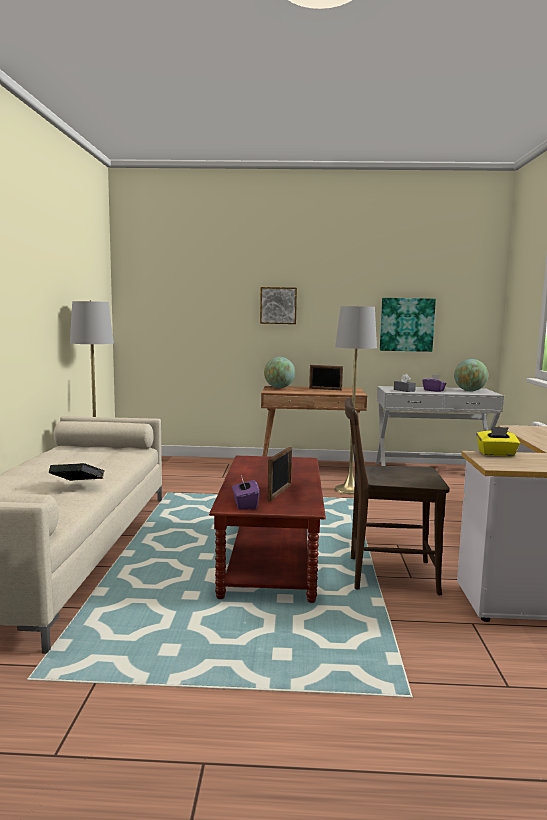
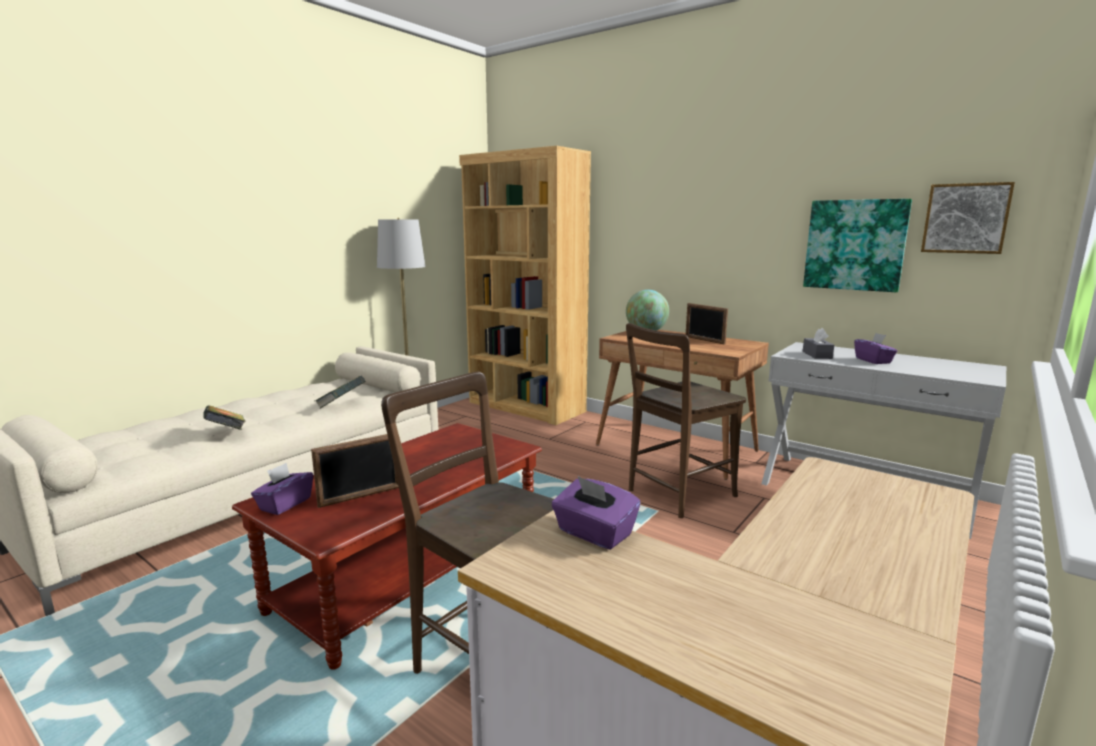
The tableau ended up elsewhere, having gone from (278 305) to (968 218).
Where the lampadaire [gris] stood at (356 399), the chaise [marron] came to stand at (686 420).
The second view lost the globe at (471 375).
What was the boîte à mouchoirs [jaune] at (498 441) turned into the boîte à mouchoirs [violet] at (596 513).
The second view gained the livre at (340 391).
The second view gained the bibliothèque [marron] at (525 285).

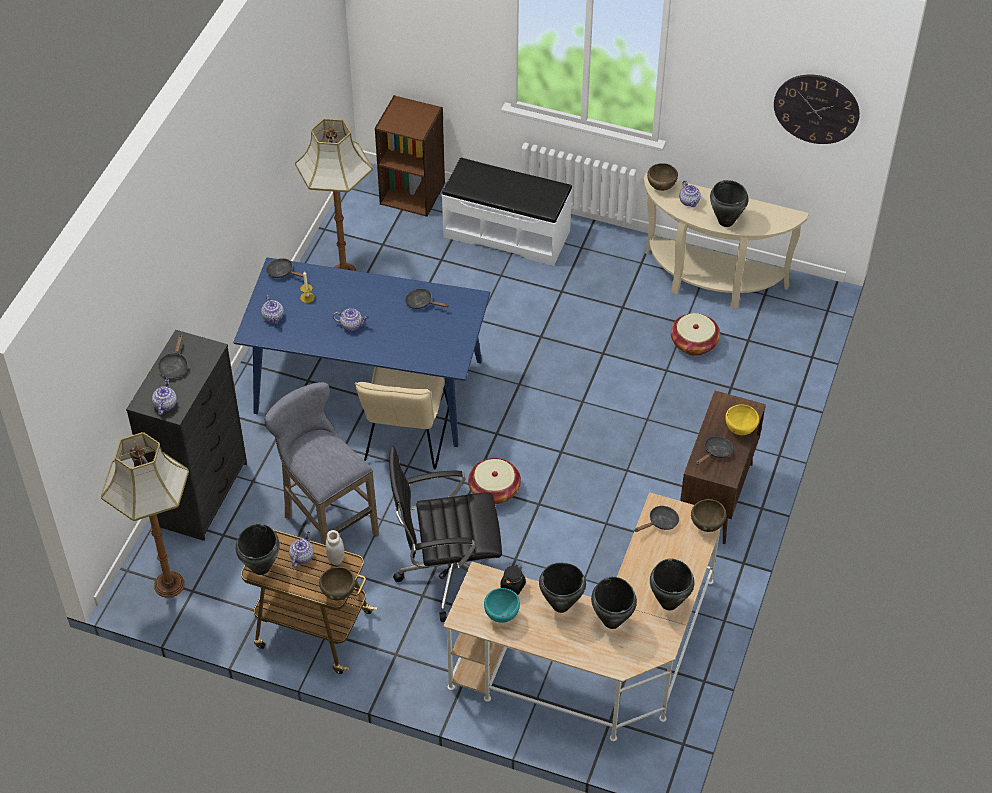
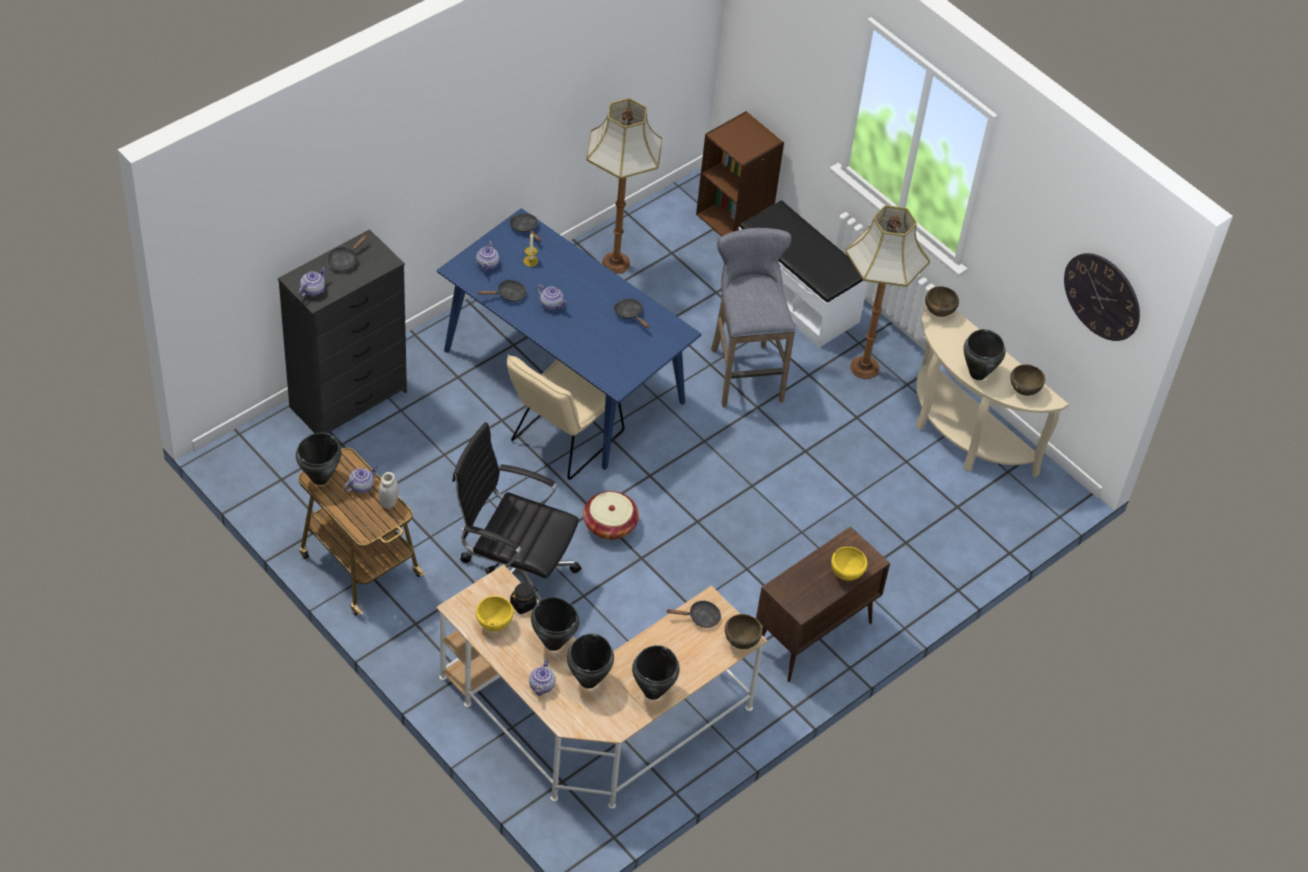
The lampadaire ended up elsewhere, having gone from (145 515) to (887 292).
The tabouret [gris] ended up elsewhere, having gone from (322 469) to (753 317).
The bol [marron] ended up elsewhere, having gone from (337 583) to (1027 380).
What was the bol [turquoise] at (502 605) turned into the bol [jaune] at (495 613).
The second view lost the panier at (695 334).
The théière ended up elsewhere, having gone from (690 193) to (542 677).
The poêle [noir] ended up elsewhere, having gone from (714 450) to (502 291).

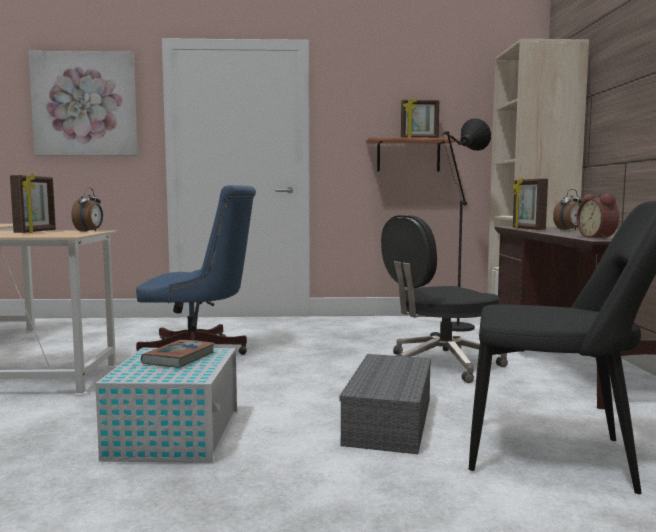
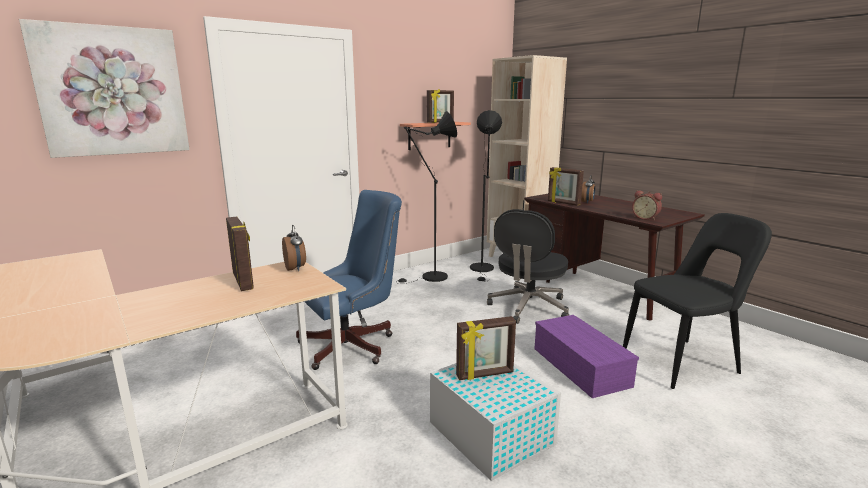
Where the livre stood at (178 354), the cadre photo came to stand at (486 348).
What was the boîte de rangement [gris] at (385 404) turned into the boîte de rangement [violet] at (587 356).
The second view gained the lampadaire [noir] at (427 197).

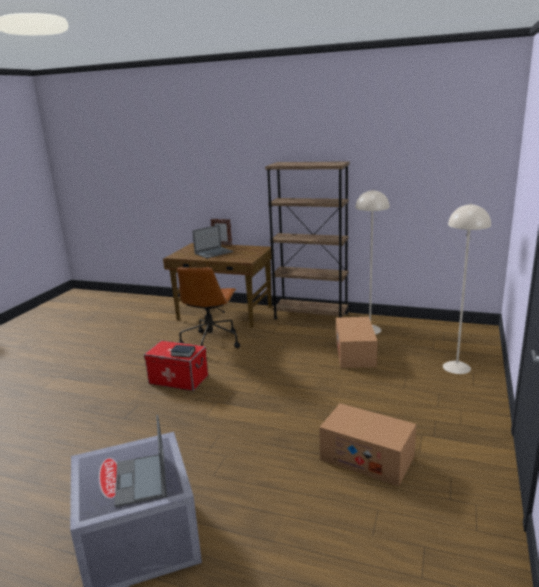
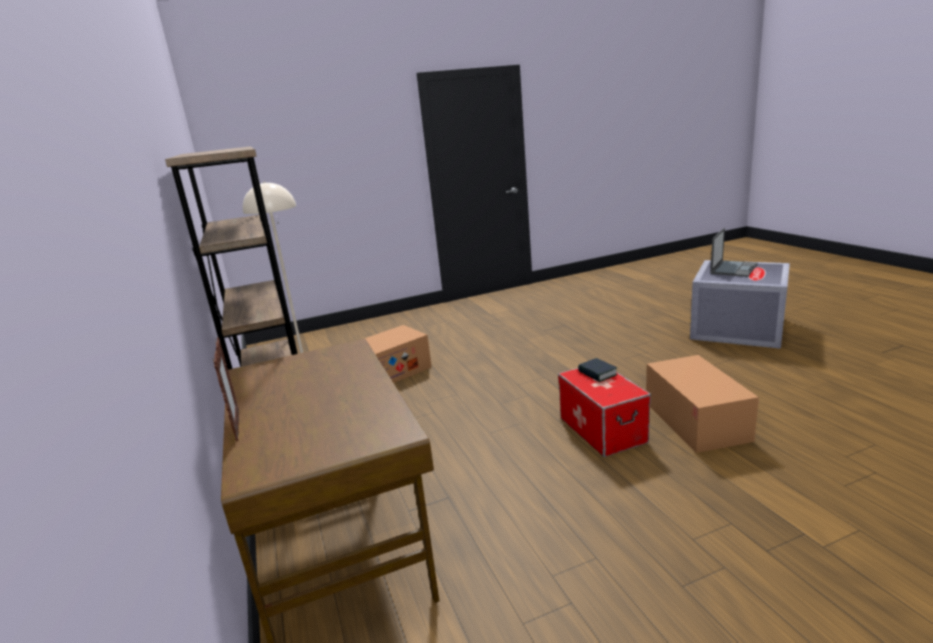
The second view lost the chaise de bureau [marron] at (208 307).
The second view lost the ordinateur portable at (212 242).
The carton ended up elsewhere, having gone from (367 444) to (702 404).
The second view lost the lampadaire [beige] at (467 289).

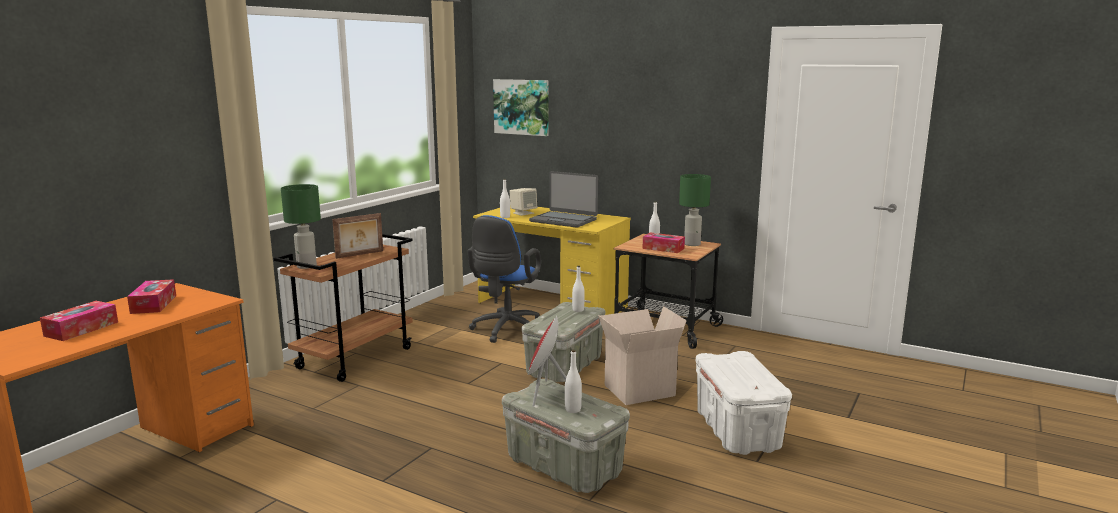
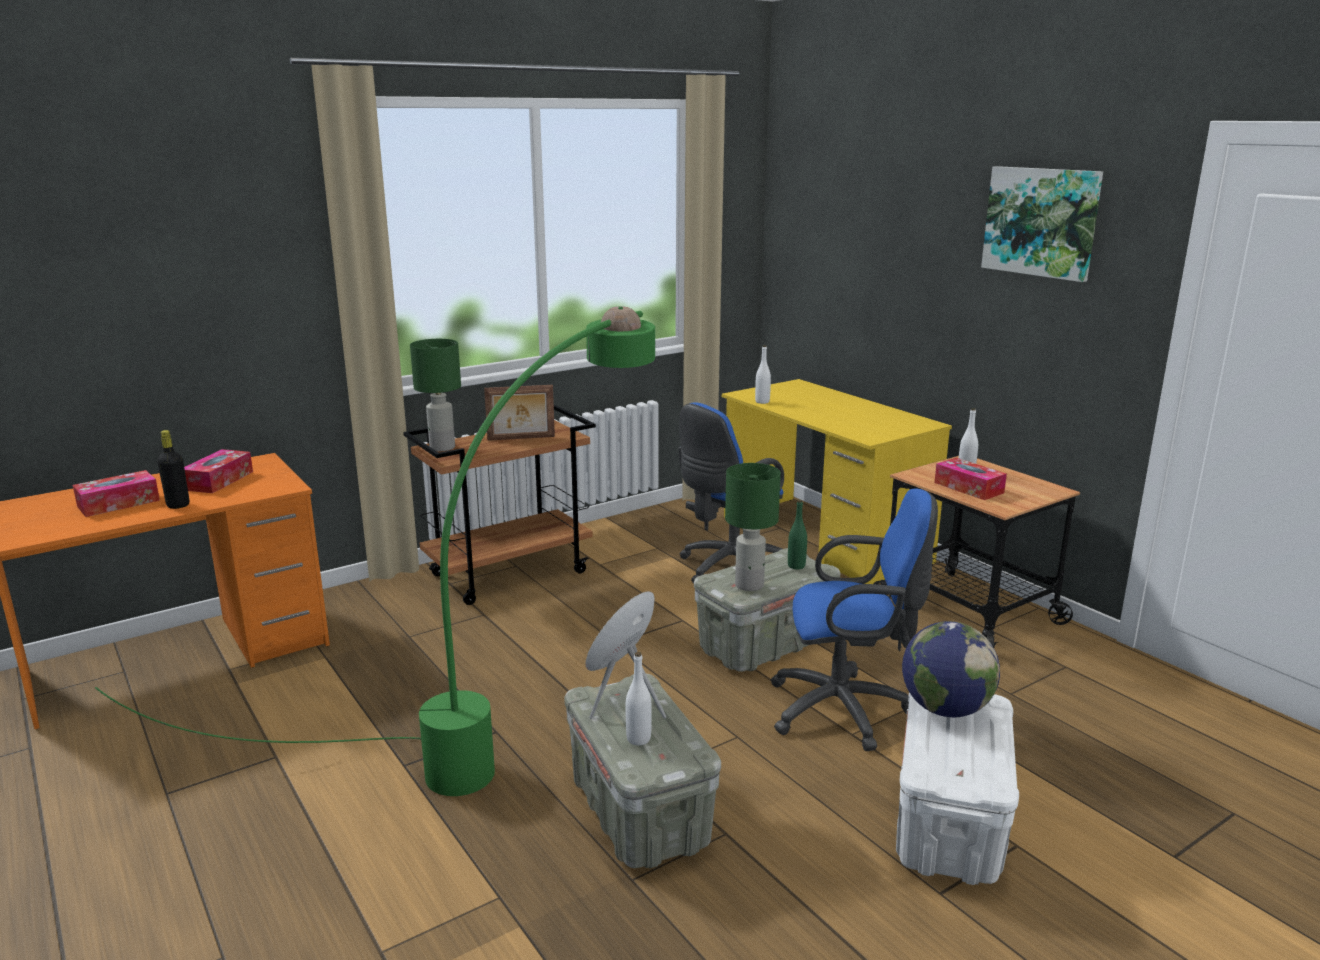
The tableau ended up elsewhere, having gone from (521 107) to (1042 224).
The second view lost the enceinte [beige] at (523 202).
The second view lost the ordinateur portable at (563 199).
What was the bouteille [blanc] at (578 289) turned into the bouteille [vert] at (797 534).
Where the carton stood at (642 355), the chaise de bureau [bleu] came to stand at (854 620).
The lampe de table [vert] ended up elsewhere, having gone from (695 210) to (753 527).
The second view gained the lampadaire [vert] at (375 551).
The second view gained the bouteille [noir] at (173 469).
The second view gained the globe at (951 669).

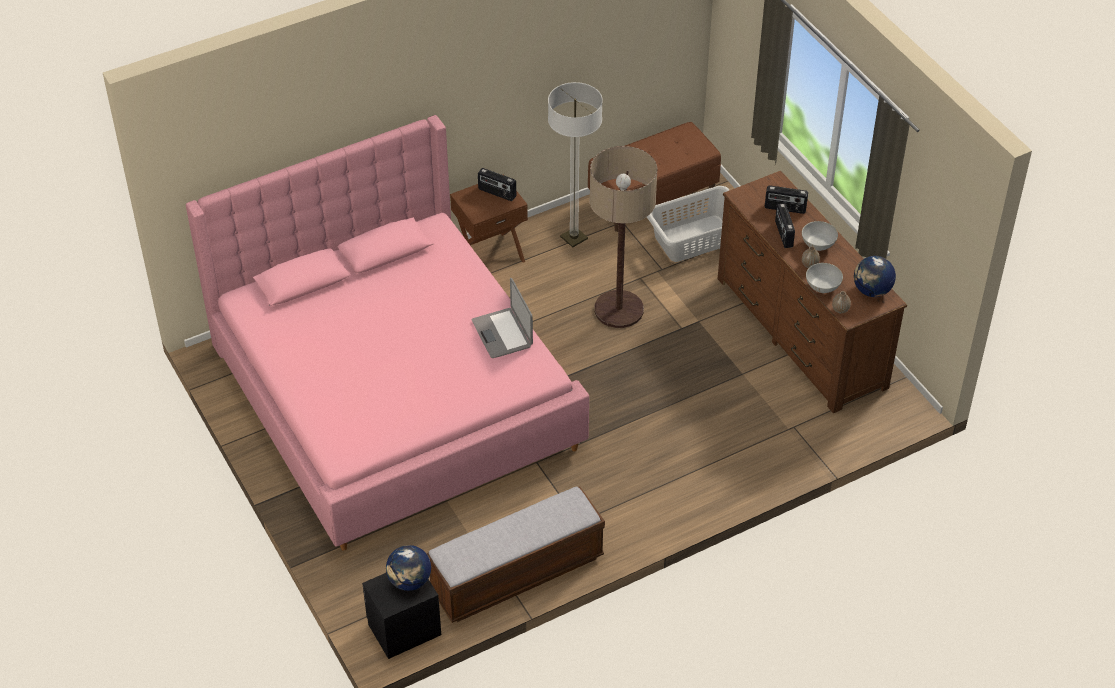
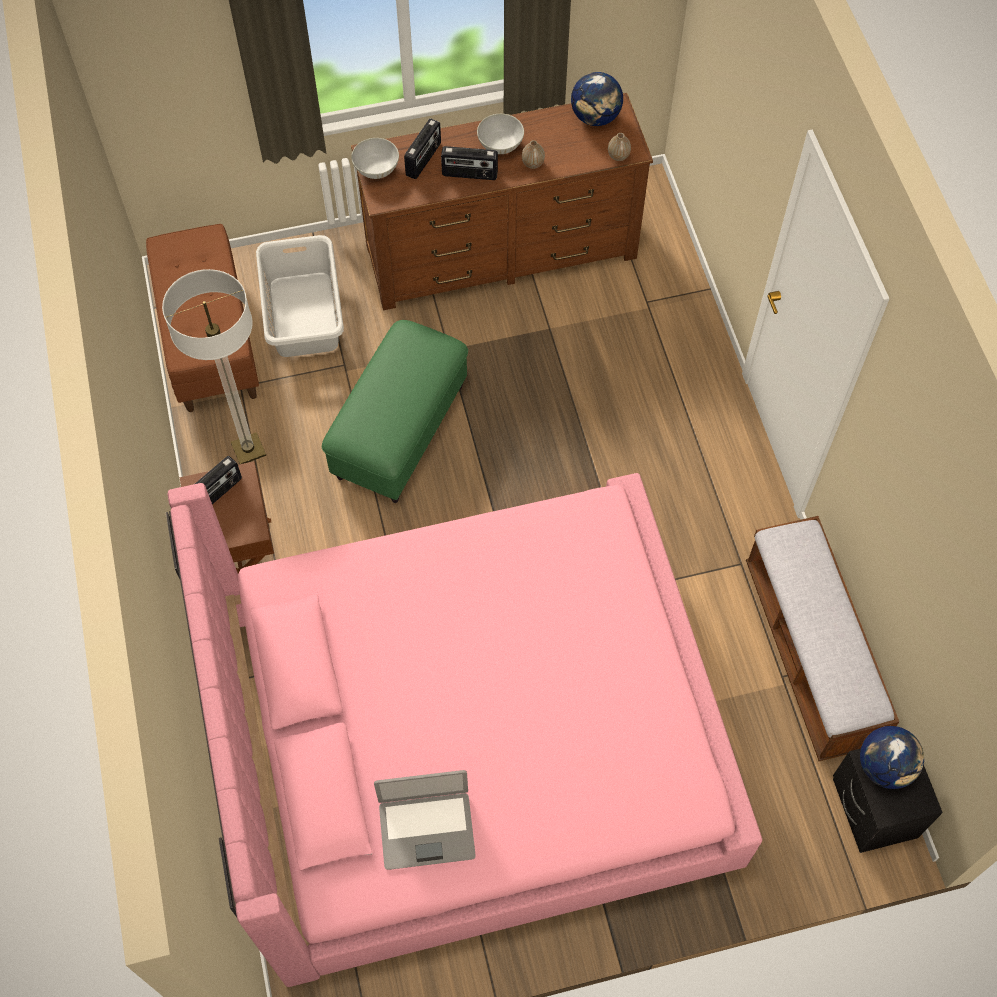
The ordinateur portable ended up elsewhere, having gone from (502 318) to (425 820).
Where the lampadaire stood at (624 237), the pouf [vert] came to stand at (395 411).
The bol [blanc] ended up elsewhere, having gone from (824 278) to (375 158).

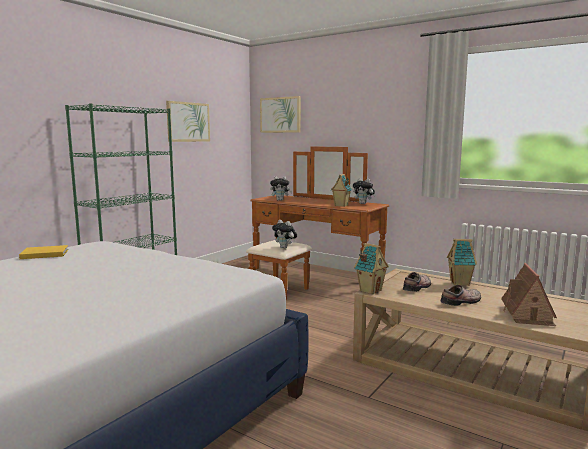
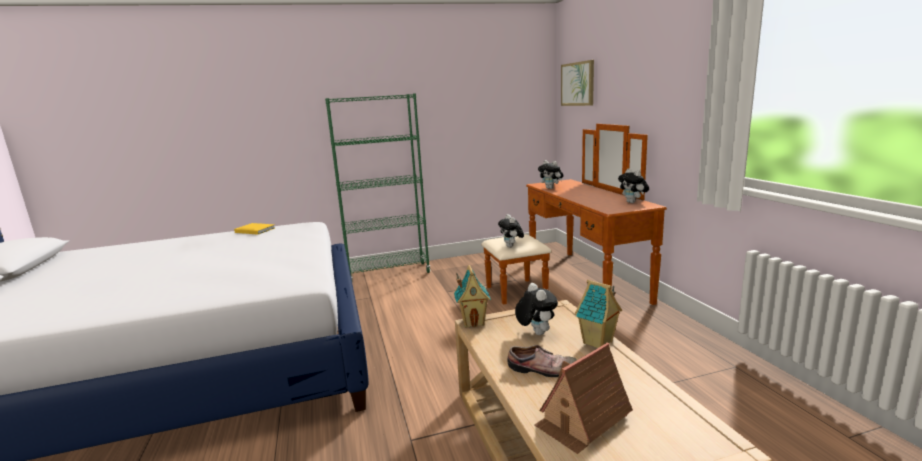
The second view lost the tableau at (188 121).
The second view lost the maison miniature at (341 190).
Where the chaussure stood at (417 282), the peluche came to stand at (536 309).

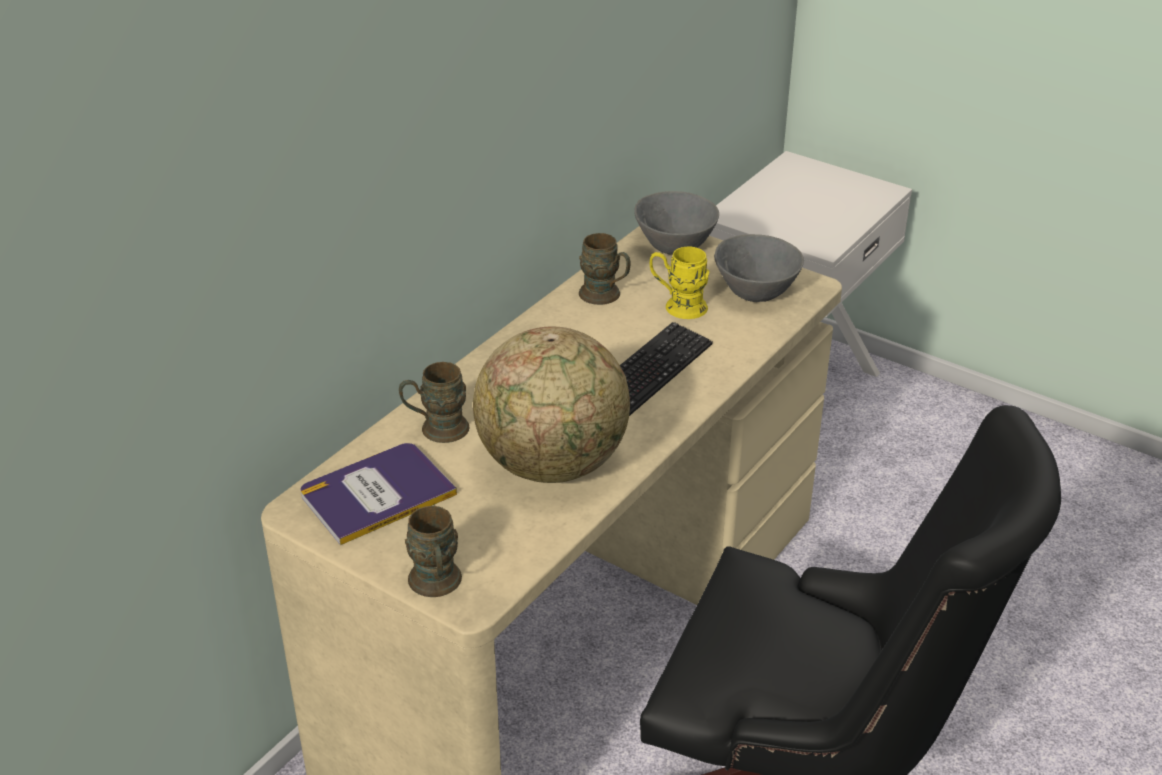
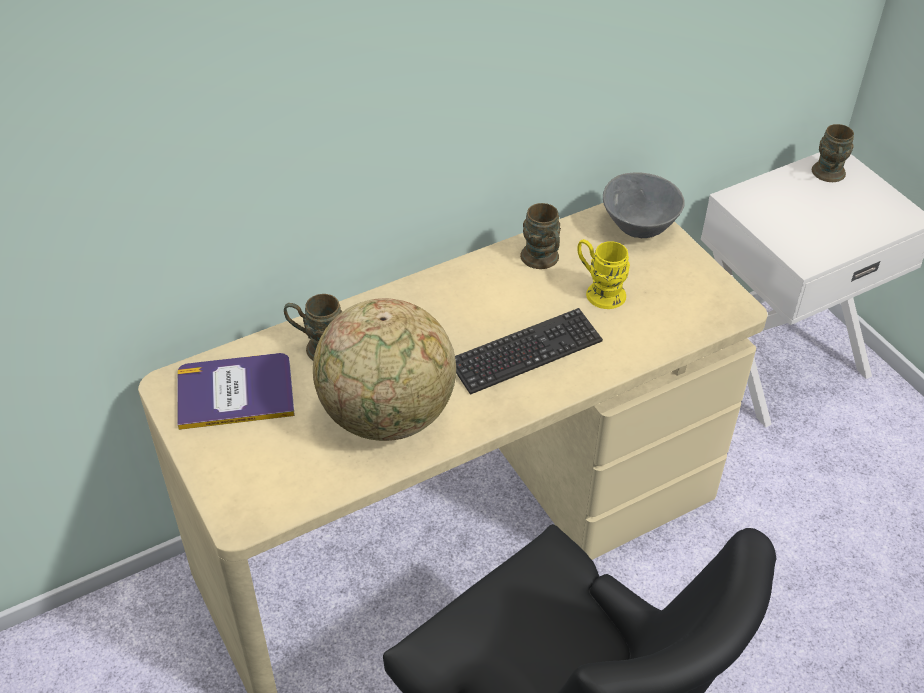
The mug [marron] ended up elsewhere, having gone from (433 551) to (833 153).
The second view lost the bol [gris] at (759 268).

